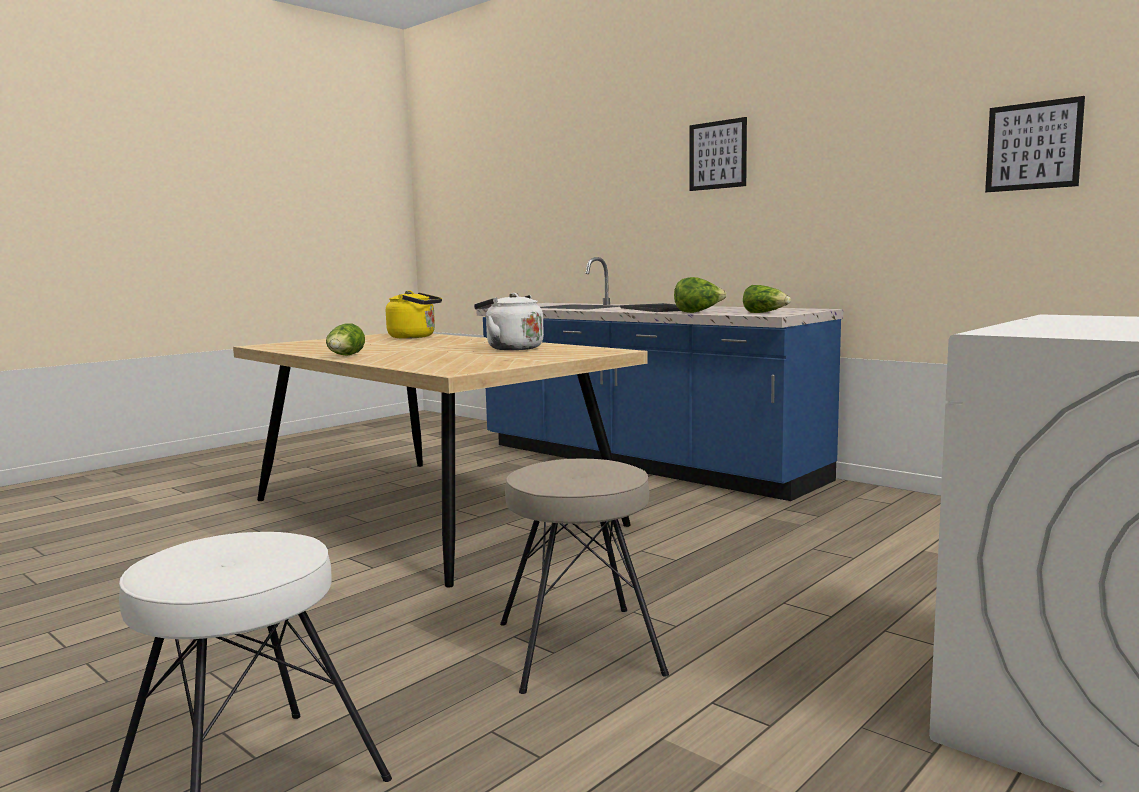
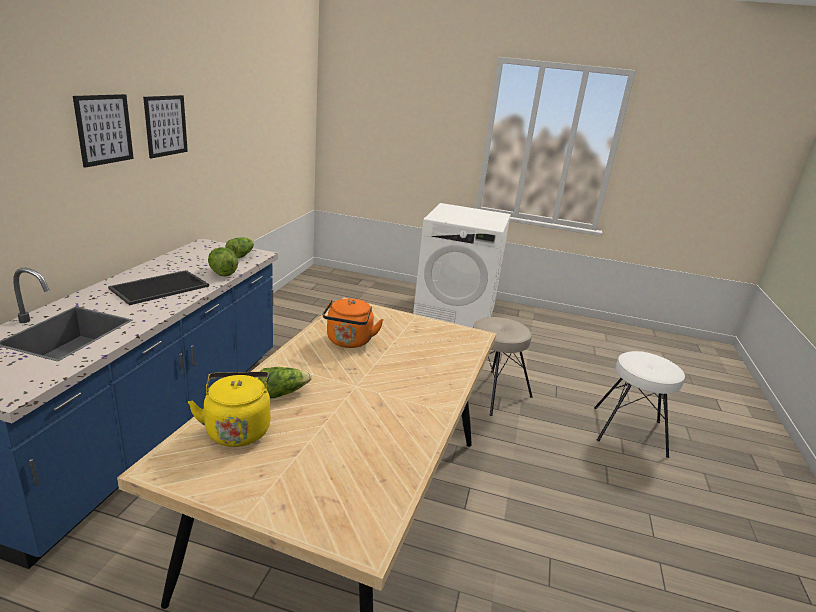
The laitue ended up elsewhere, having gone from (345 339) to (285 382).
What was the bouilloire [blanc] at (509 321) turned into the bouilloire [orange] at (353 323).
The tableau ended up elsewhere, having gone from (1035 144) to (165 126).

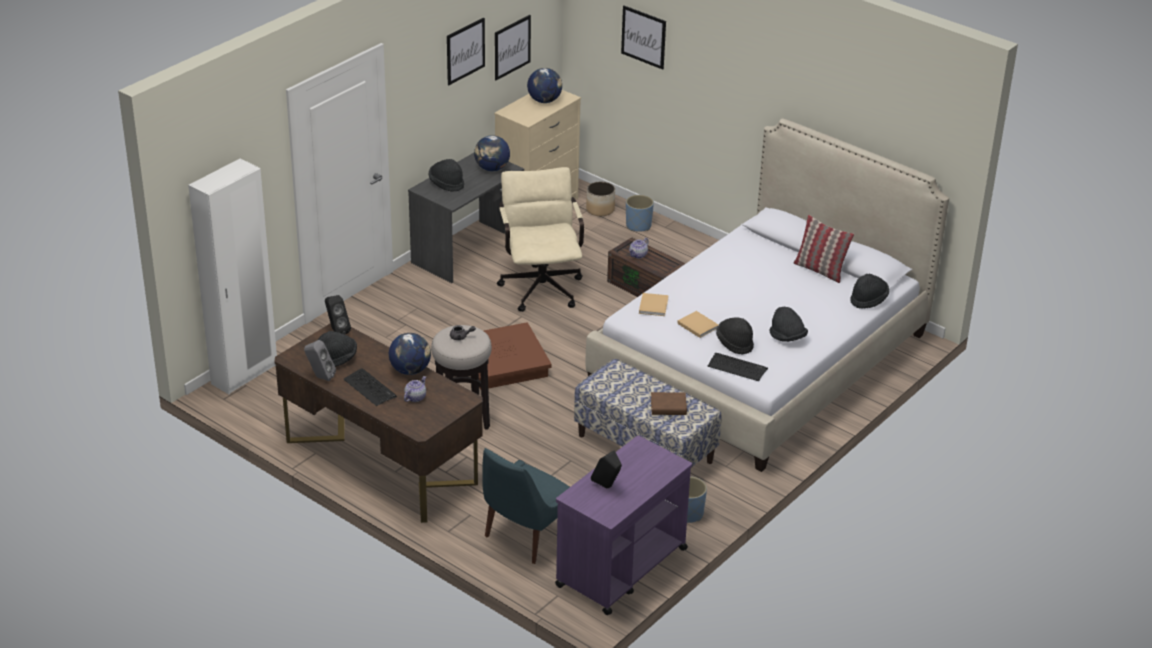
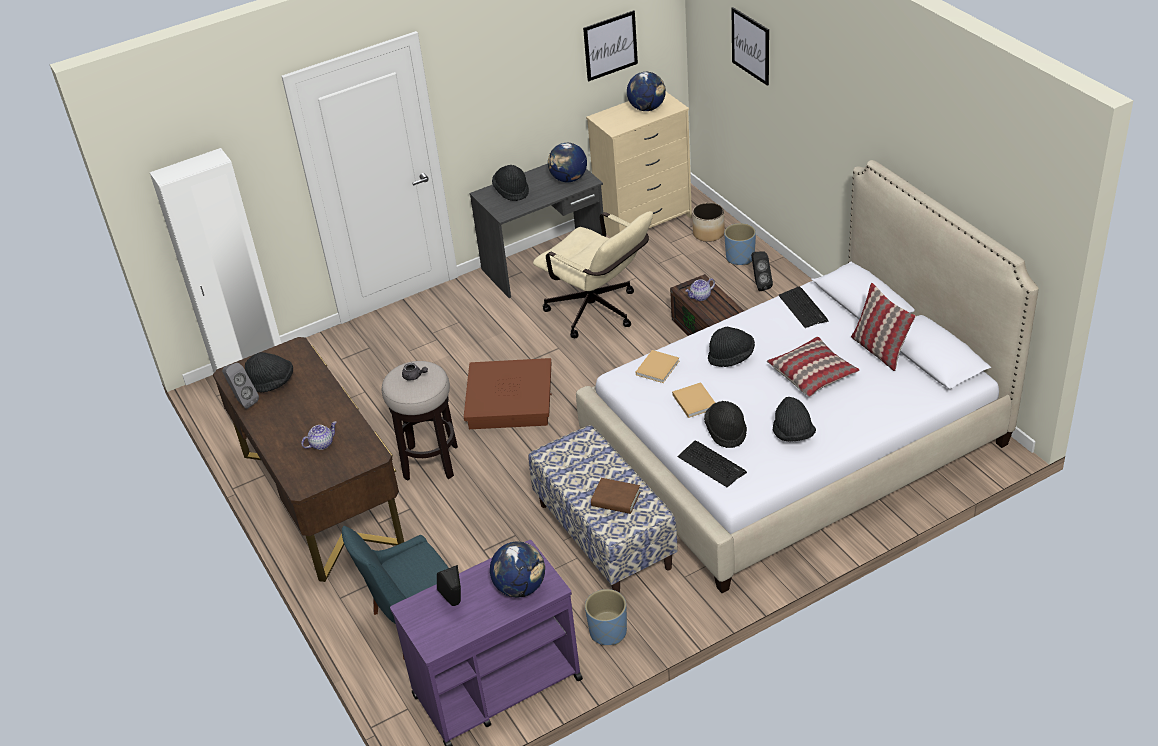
The enceinte [noir] ended up elsewhere, having gone from (338 314) to (762 271).
The clavier ended up elsewhere, having gone from (370 387) to (803 307).
The globe ended up elsewhere, having gone from (410 354) to (517 570).
The second view lost the tableau at (466 51).
The chaise de bureau [beige] at (540 239) ended up facing another way, 120 degrees clockwise from before.
The chapeau [noir] ended up elsewhere, having gone from (869 291) to (731 347).
The second view gained the coussin at (813 367).

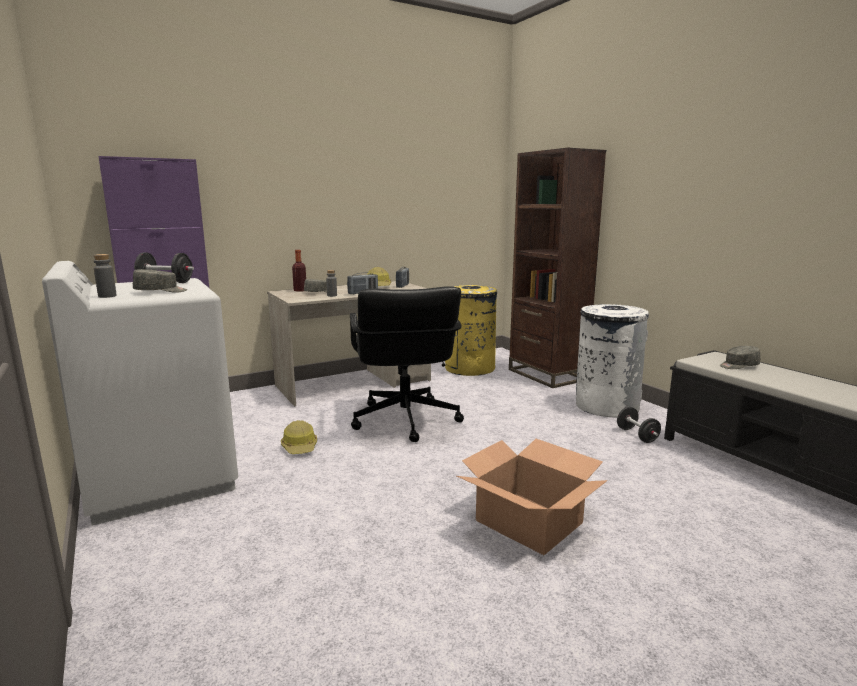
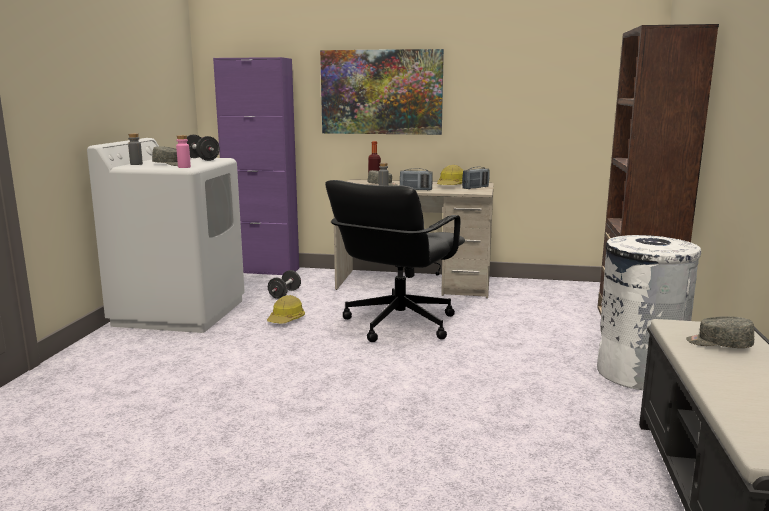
The second view lost the poubelle [jaune] at (471 330).
The second view lost the carton at (532 497).
The haltère [noir] ended up elsewhere, having gone from (639 425) to (284 284).
The second view gained the bouteille [rose] at (183 151).
The second view gained the tableau at (382 92).

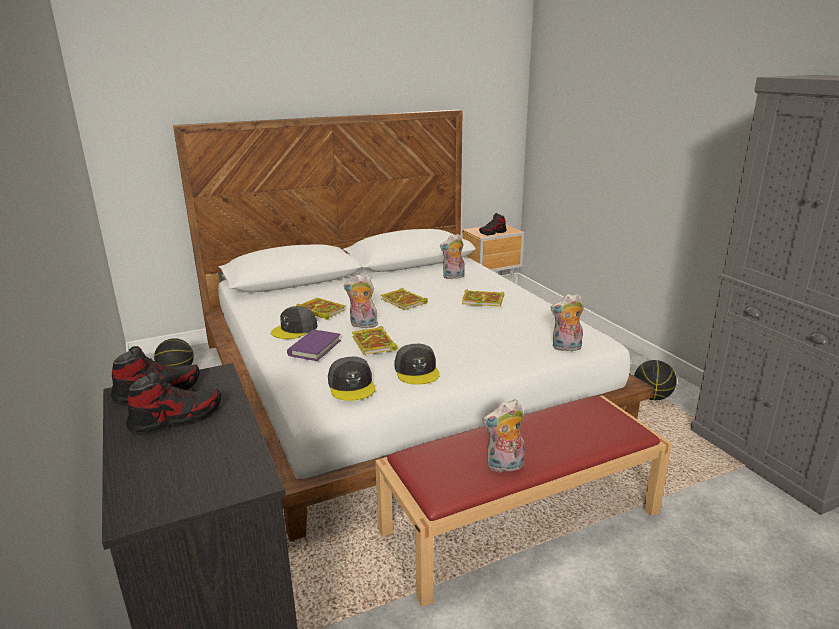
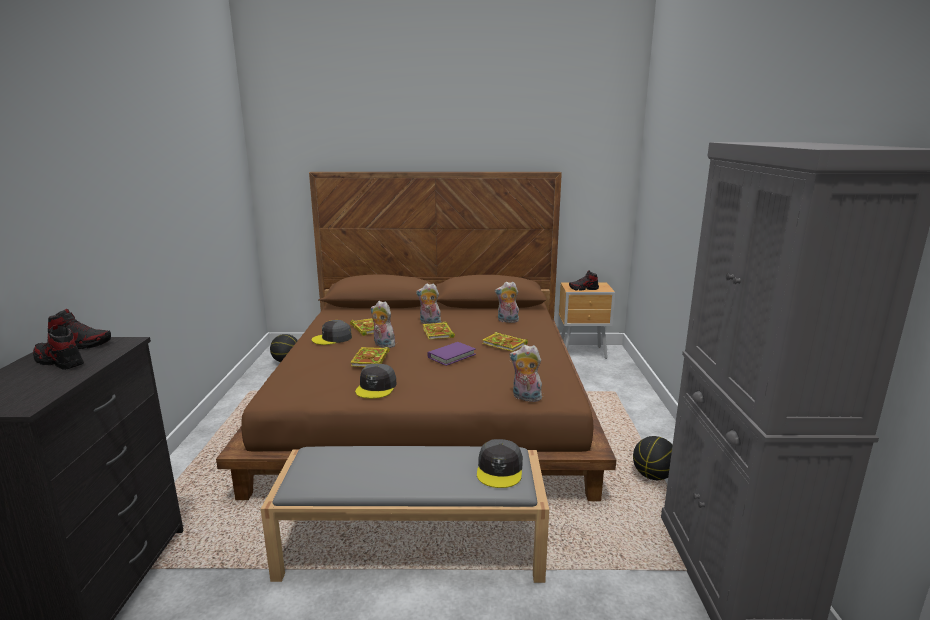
The chaussure at (173 403) ended up facing another way, 150 degrees counterclockwise from before.
What was the lit [blanc] at (413 325) turned into the lit [marron] at (416 336).
The livre [violet] ended up elsewhere, having gone from (314 345) to (451 354).
The casquette [gris] ended up elsewhere, having gone from (351 379) to (500 463).
What was the banc [rouge] at (523 501) turned into the banc [gris] at (405 514).
The peluche ended up elsewhere, having gone from (503 435) to (428 303).

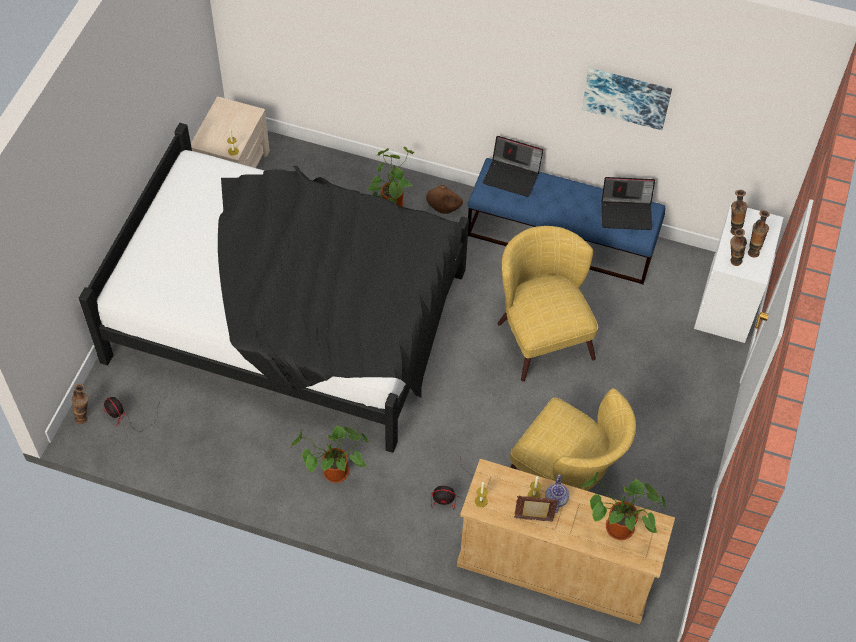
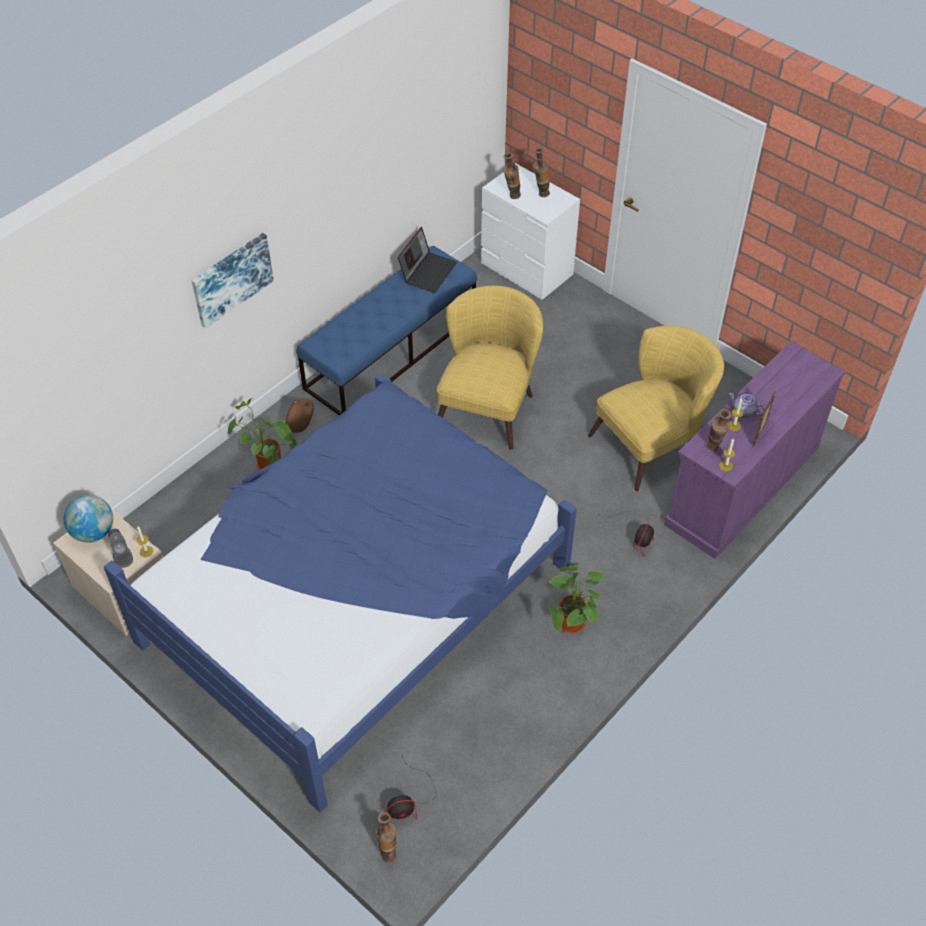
What was the lit [noir] at (274 288) turned into the lit [bleu] at (340 592).
What was the commode [beige] at (566 541) turned into the commode [violet] at (754 450).
The second view lost the ordinateur portable at (513 166).
The fauteuil [jaune] at (548 304) ended up facing another way, 105 degrees clockwise from before.
The second view lost the plante en pot at (623 506).
The tableau ended up elsewhere, having gone from (627 99) to (232 280).
The vase ended up elsewhere, having gone from (738 247) to (718 430).
The second view gained the globe at (88 519).
The second view gained the enceinte [gris] at (120 548).

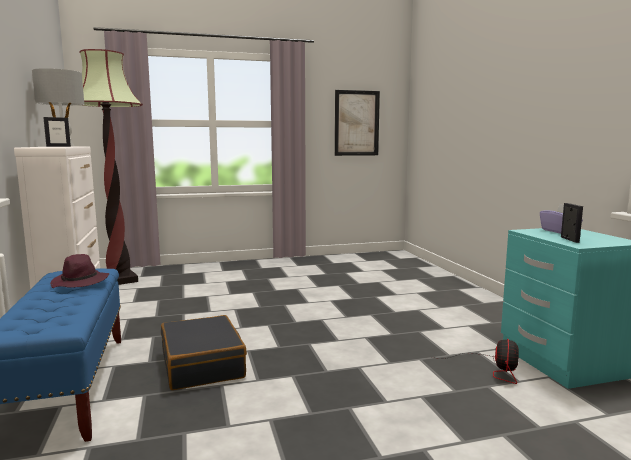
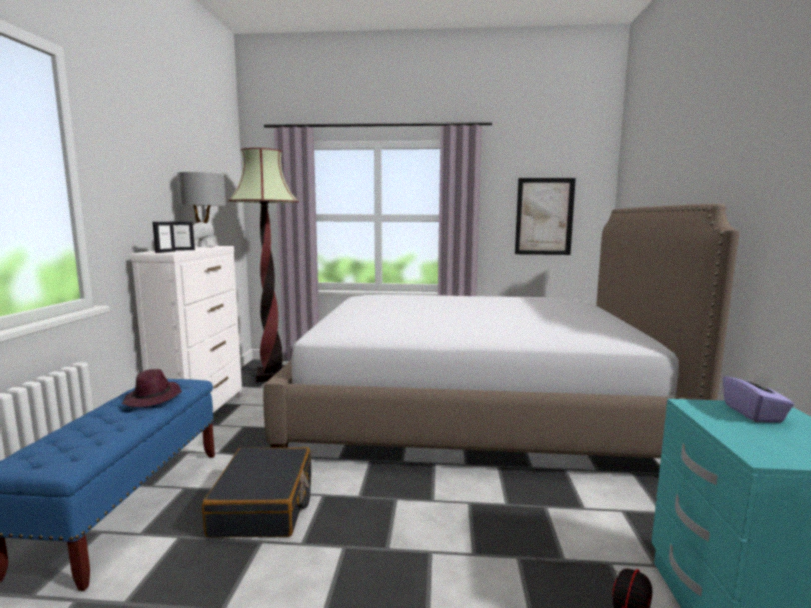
The cadre photo ended up elsewhere, having gone from (572 223) to (164 237).
The second view gained the lit at (501 331).

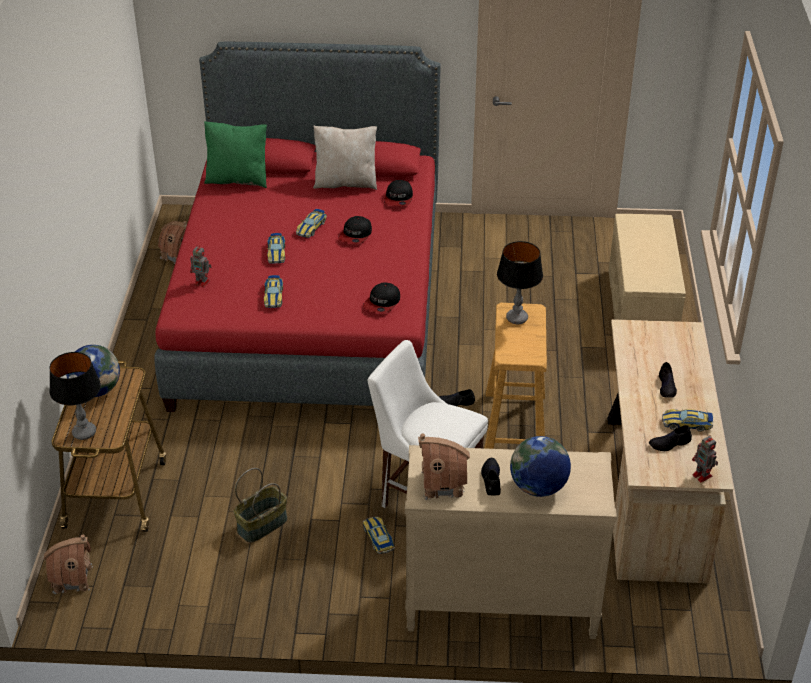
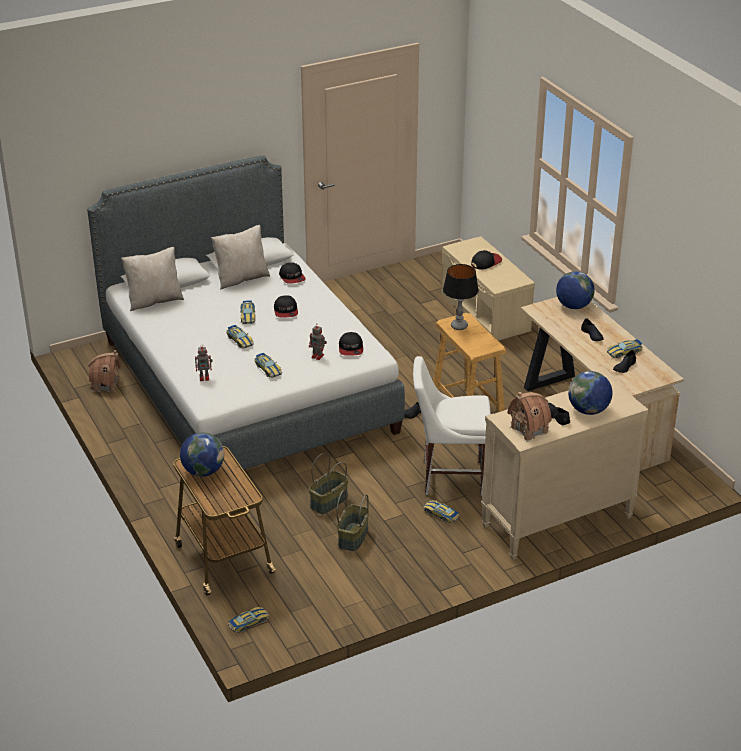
Where the maison miniature stood at (68 565), the petite voiture came to stand at (248 620).
The second view lost the lampe de table at (75 396).
What was the lit [rouge] at (297 227) turned into the lit [blanc] at (246 322).
What was the coussin [vert] at (235 154) turned into the coussin [beige] at (152 279).
The robot jouet ended up elsewhere, having gone from (705 459) to (318 343).
The second view gained the panier at (329 483).
The second view gained the casquette at (486 260).
The second view gained the globe at (575 290).

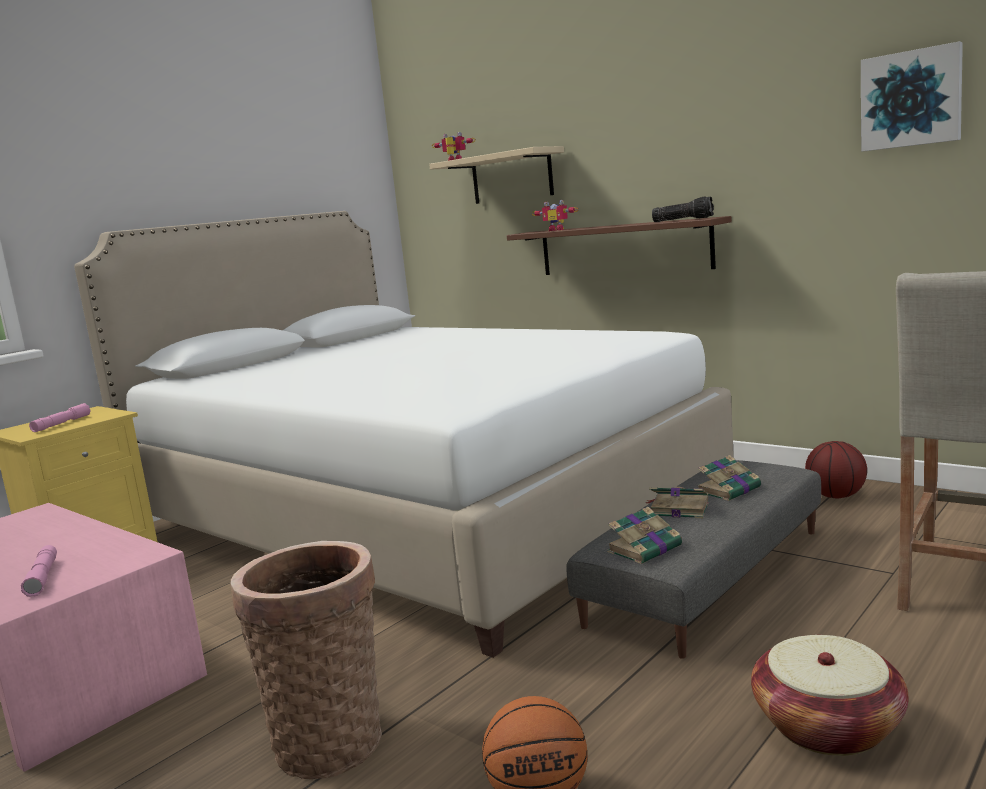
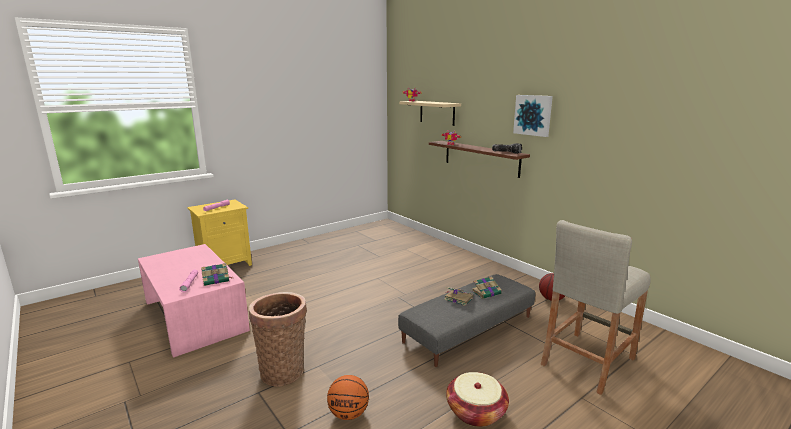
The second view lost the lit [blanc] at (404 434).
The livre ended up elsewhere, having gone from (644 535) to (216 274).
The tableau ended up elsewhere, having gone from (912 96) to (533 116).

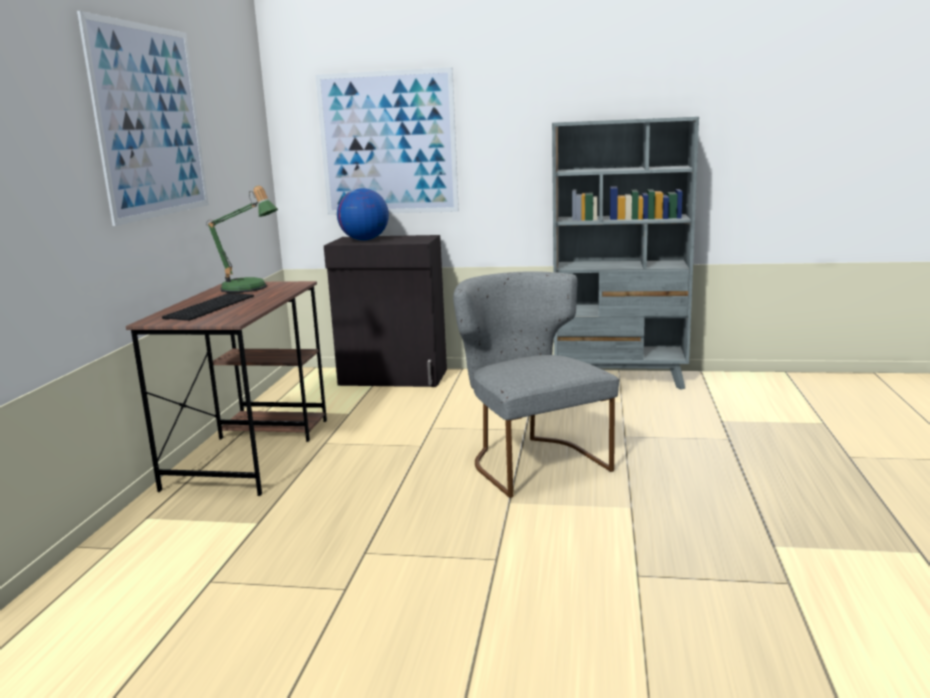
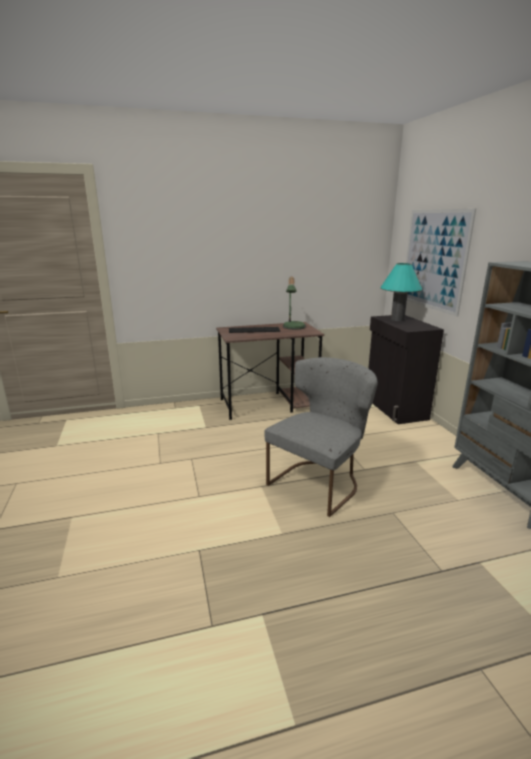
The second view lost the tableau at (143 118).
Where the globe stood at (363 214), the lampe de table [turquoise] came to stand at (401 292).

